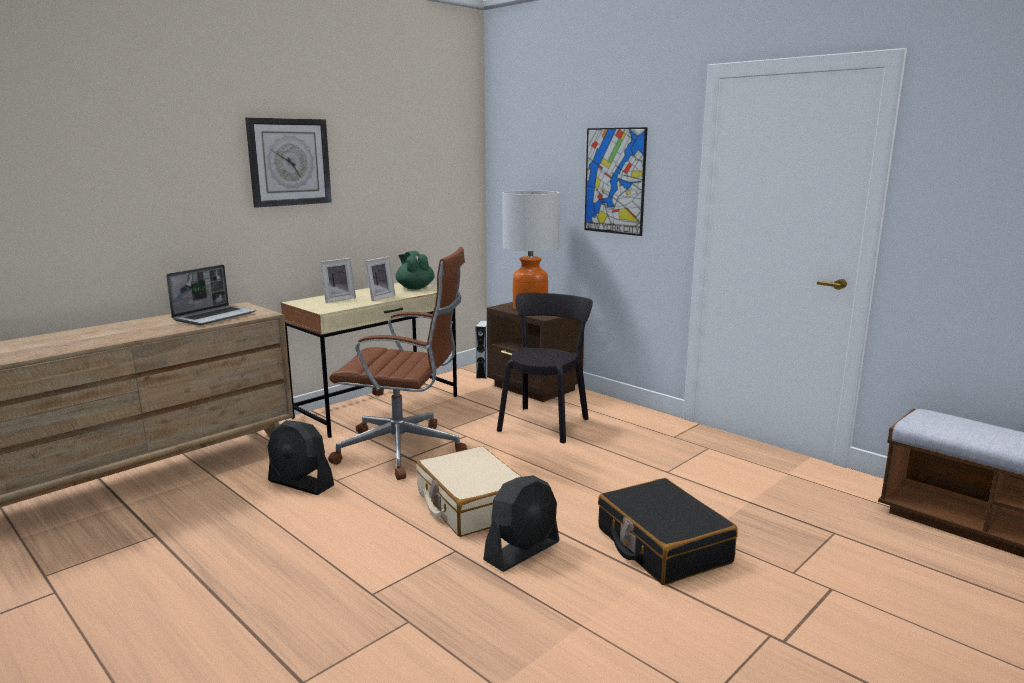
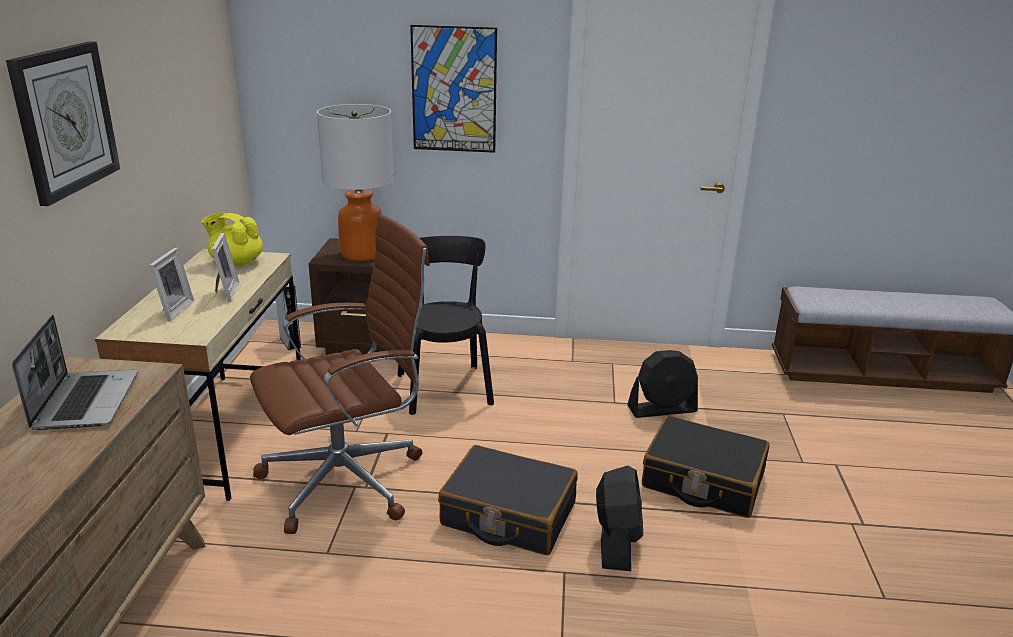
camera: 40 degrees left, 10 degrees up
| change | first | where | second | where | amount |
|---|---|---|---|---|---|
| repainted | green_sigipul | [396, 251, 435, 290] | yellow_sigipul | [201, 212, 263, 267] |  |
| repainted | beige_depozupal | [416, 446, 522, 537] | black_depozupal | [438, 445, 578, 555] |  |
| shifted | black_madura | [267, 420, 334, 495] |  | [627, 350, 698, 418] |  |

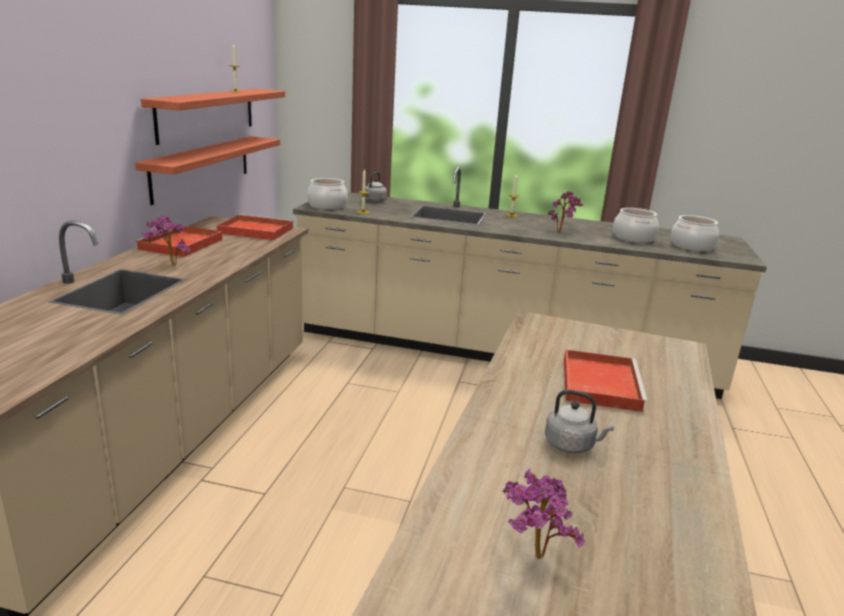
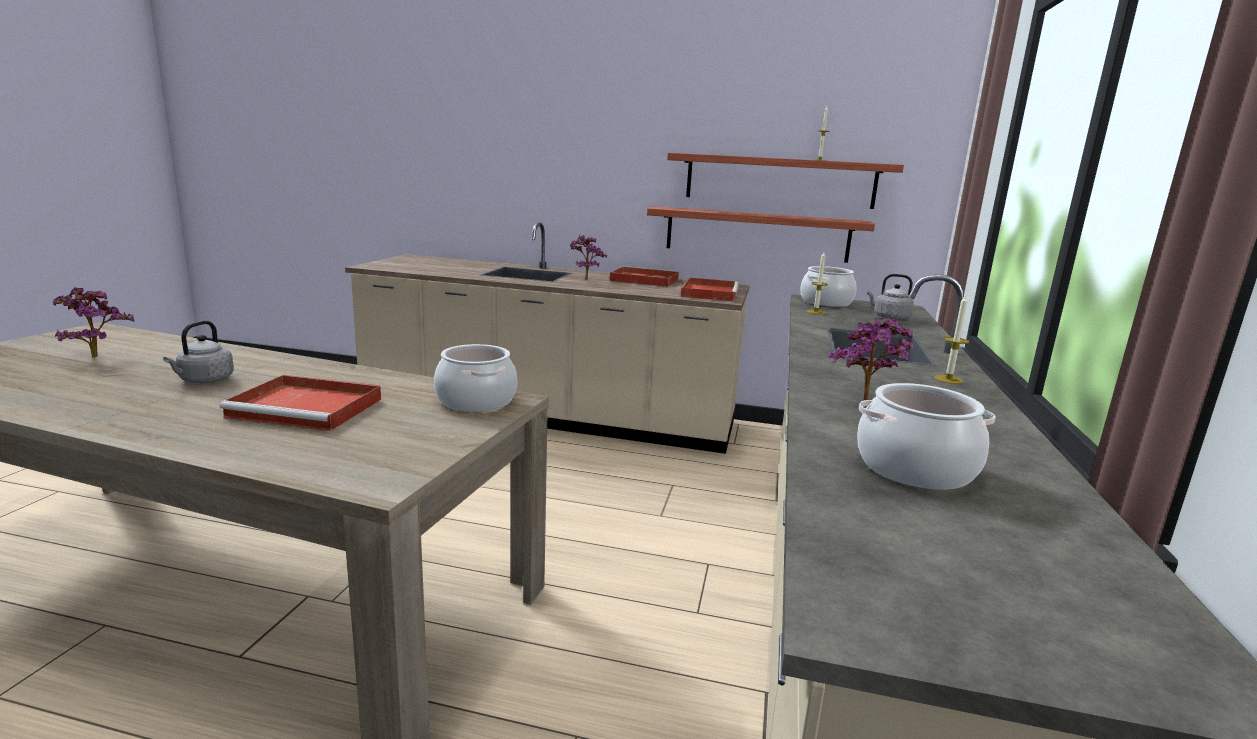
camera: 90 degrees right, 5 degrees down
| change | first | where | second | where | amount |
|---|---|---|---|---|---|
| shifted | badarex | [671, 215, 719, 251] |  | [434, 344, 517, 412] |  |

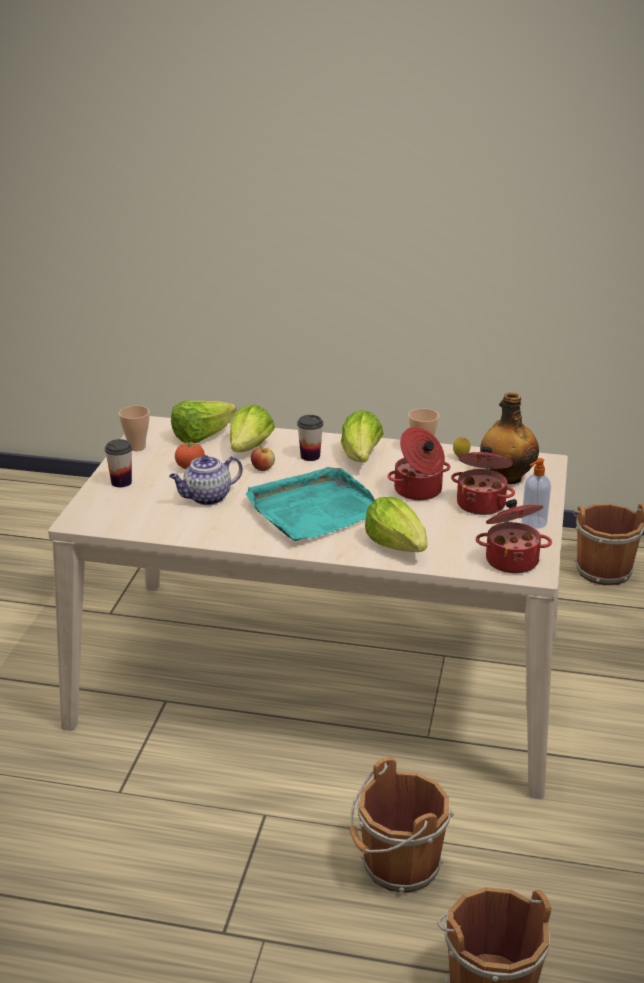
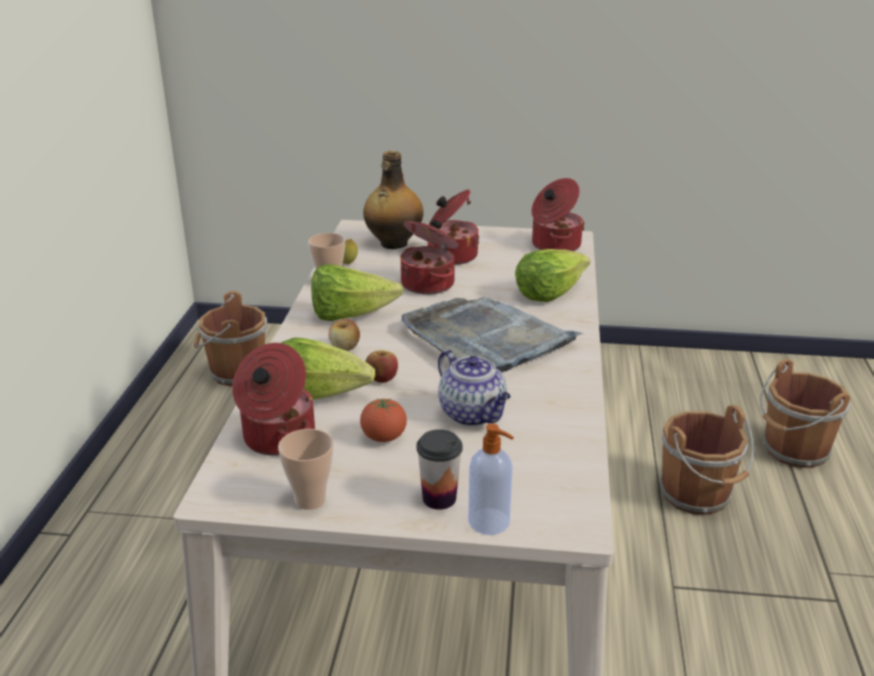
camera: 95 degrees left, 0 degrees up
| change | first | where | second | where | amount |
|---|---|---|---|---|---|
| swapped | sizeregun | [171, 401, 236, 443] | badarex | [232, 343, 315, 456] |  |
| swapped | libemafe | [297, 415, 323, 461] | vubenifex | [329, 319, 360, 351] |  |
| repainted | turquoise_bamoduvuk | [246, 467, 375, 541] | grey_bamoduvuk | [402, 296, 584, 372] |  |
| shifted | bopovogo | [521, 458, 551, 529] |  | [468, 423, 514, 535] |  |

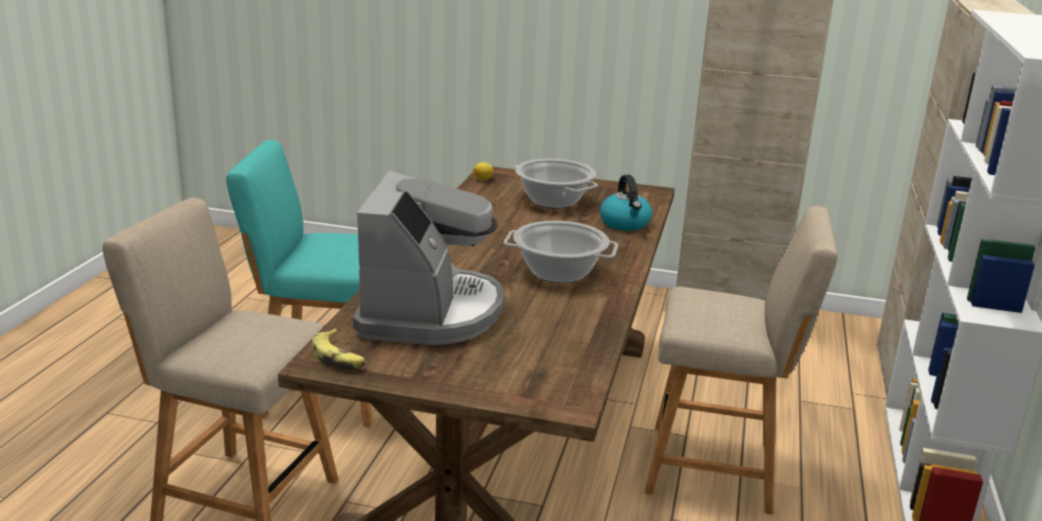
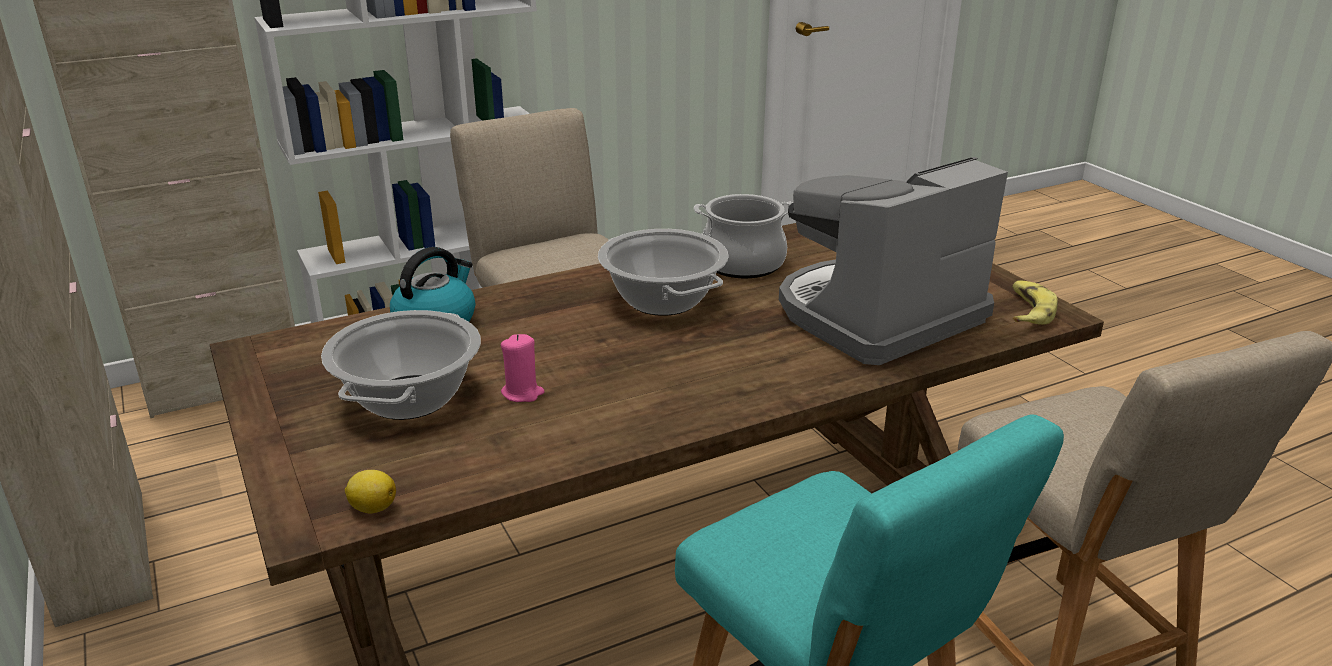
camera: 130 degrees left, 5 degrees up
| change | first | where | second | where | amount |
|---|---|---|---|---|---|
| new |  |  | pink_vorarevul | [501, 334, 545, 402] |  |
| new |  |  | badarex | [694, 194, 794, 278] |  |

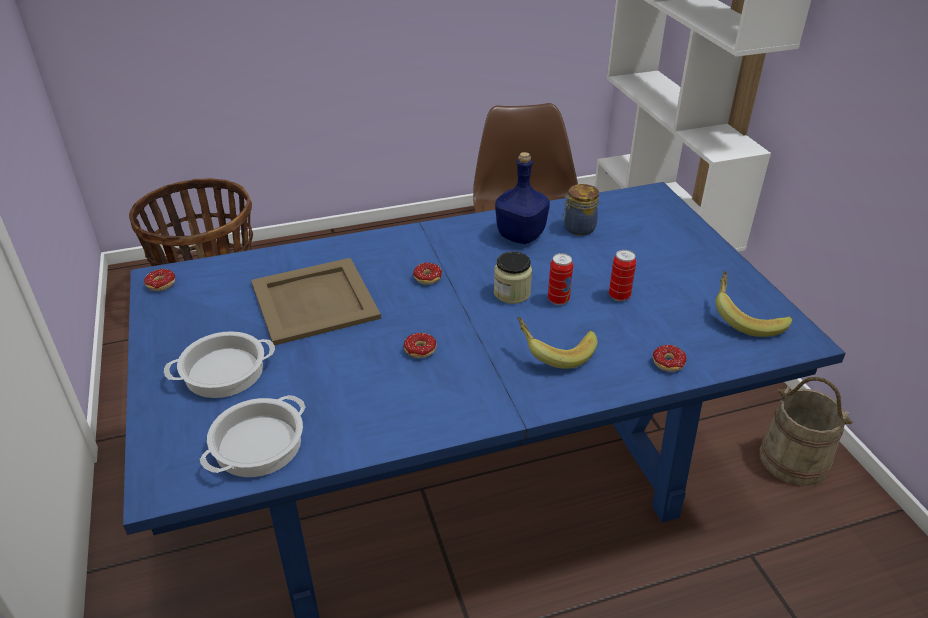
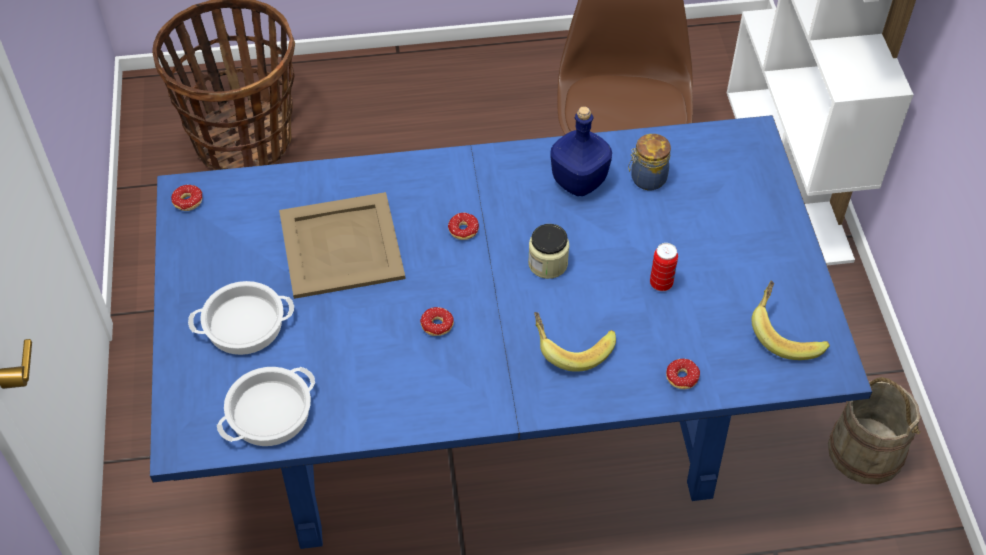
camera: 10 degrees right, 15 degrees up
| change | first | where | second | where | amount |
|---|---|---|---|---|---|
| gone | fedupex | [548, 253, 573, 305] |  |  |  |

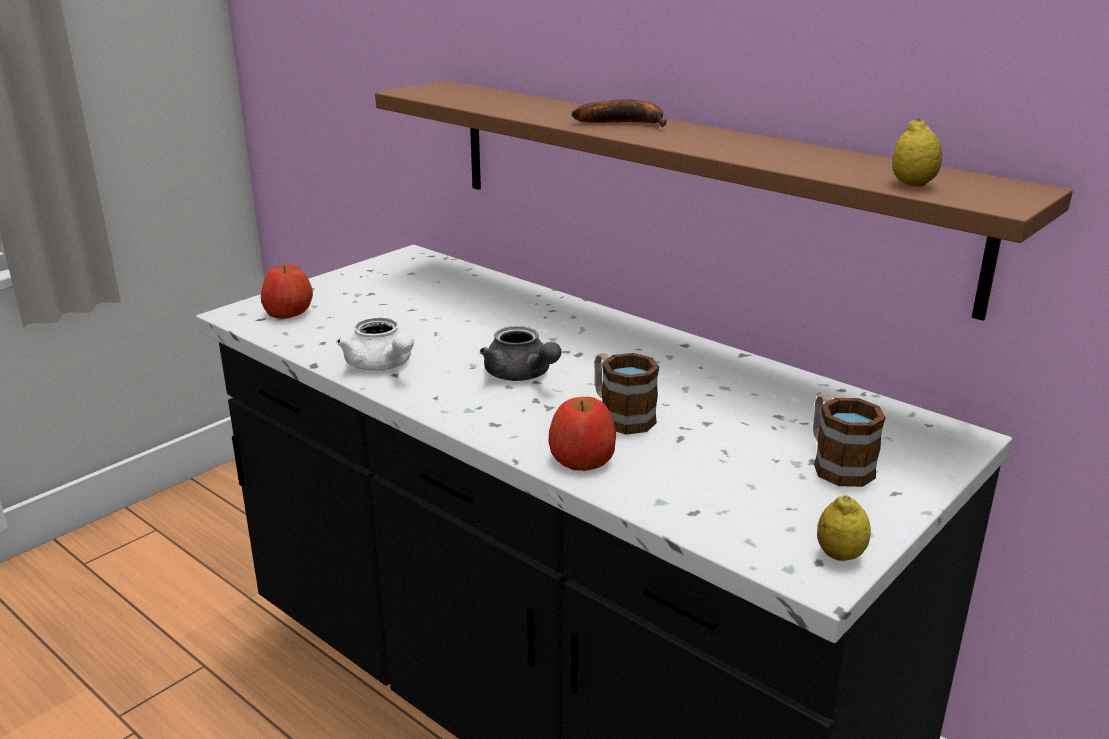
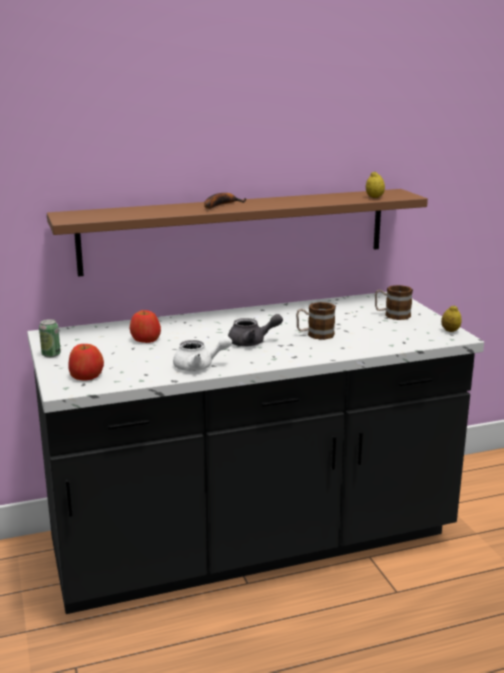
camera: 60 degrees left, 5 degrees down
| change | first | where | second | where | amount |
|---|---|---|---|---|---|
| new |  |  | fedupex | [39, 319, 61, 358] |  |
| shifted | vubenifex | [548, 397, 616, 471] |  | [130, 310, 161, 343] |  |

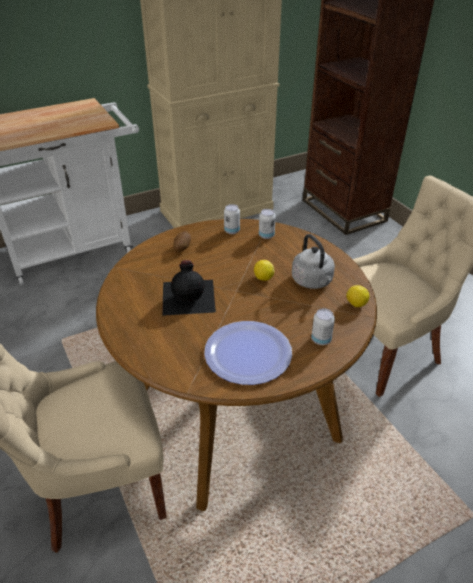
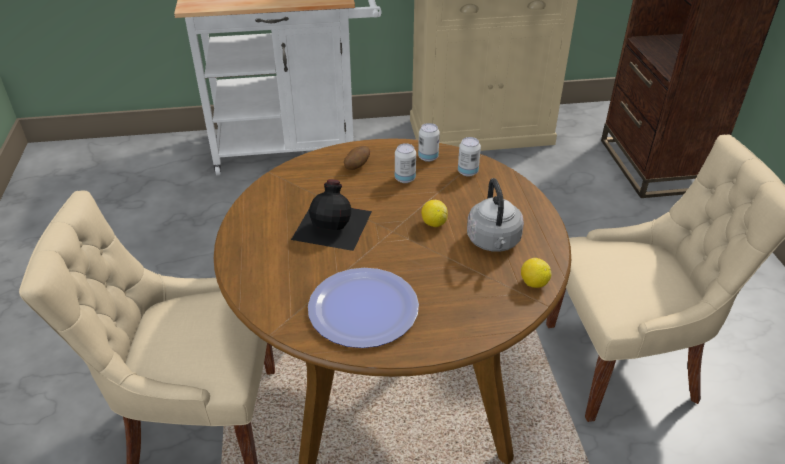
camera: 20 degrees right, 0 degrees up
| change | first | where | second | where | amount |
|---|---|---|---|---|---|
| shifted | fedupex | [311, 308, 335, 345] |  | [395, 143, 416, 183] |  |

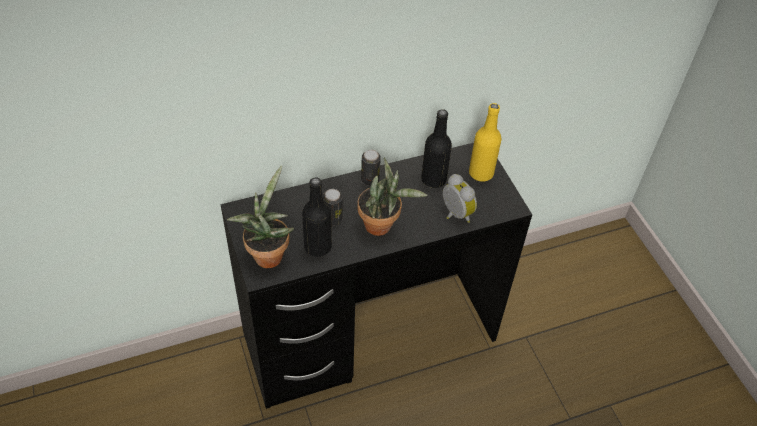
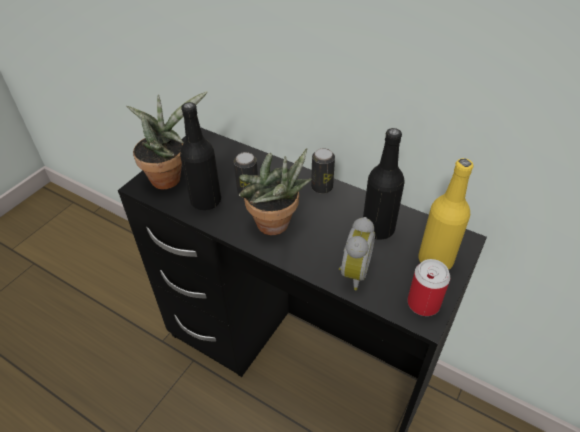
camera: 55 degrees right, 5 degrees down
| change | first | where | second | where | amount |
|---|---|---|---|---|---|
| new |  |  | fedupex | [407, 259, 450, 316] |  |

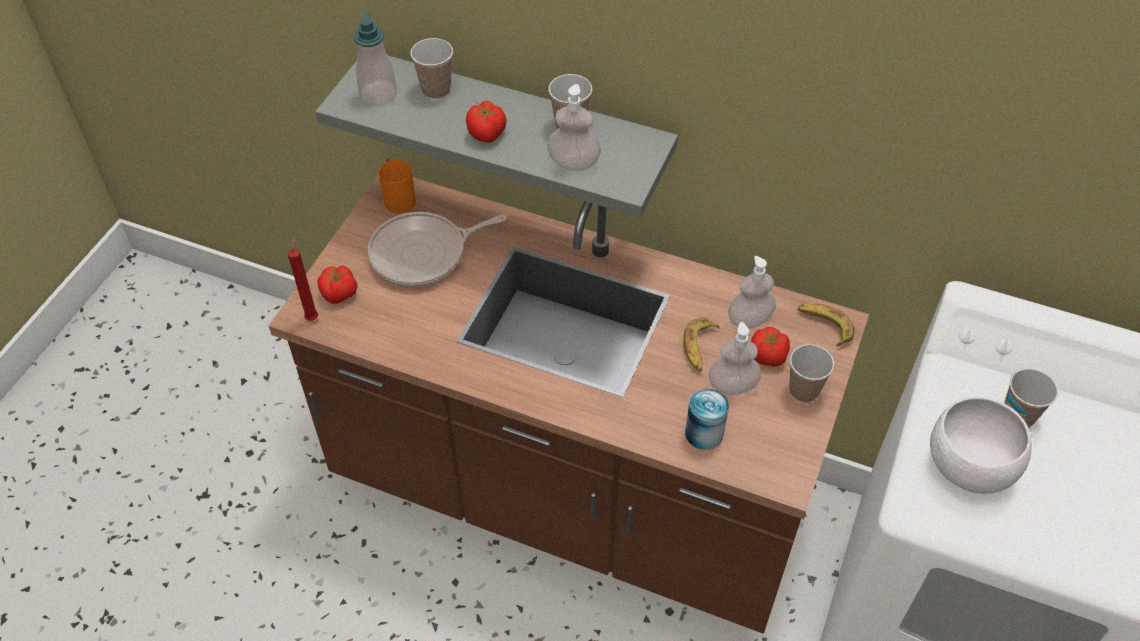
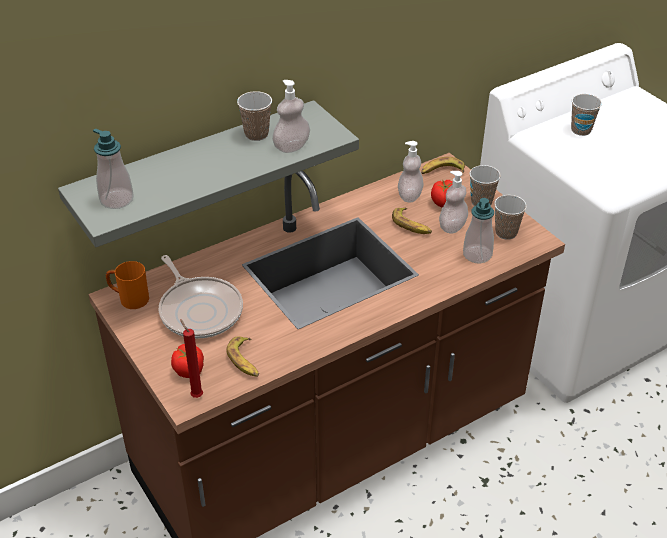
camera: 55 degrees left, 10 degrees down
| change | first | where | second | where | amount |
|---|---|---|---|---|---|
| rotated | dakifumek | [368, 212, 506, 286] |  | [159, 255, 243, 339] | 45 degrees counterclockwise |
| new |  |  | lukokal | [226, 336, 259, 377] |  |
| swapped | fedupex | [685, 389, 729, 450] | bopovogo | [463, 198, 494, 263] |  |
| shifted | libemafe | [411, 38, 453, 99] |  | [494, 195, 527, 240] |  |
| gone | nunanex | [466, 101, 506, 143] |  |  |  |
| gone | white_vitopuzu | [930, 397, 1032, 494] |  |  |  |

